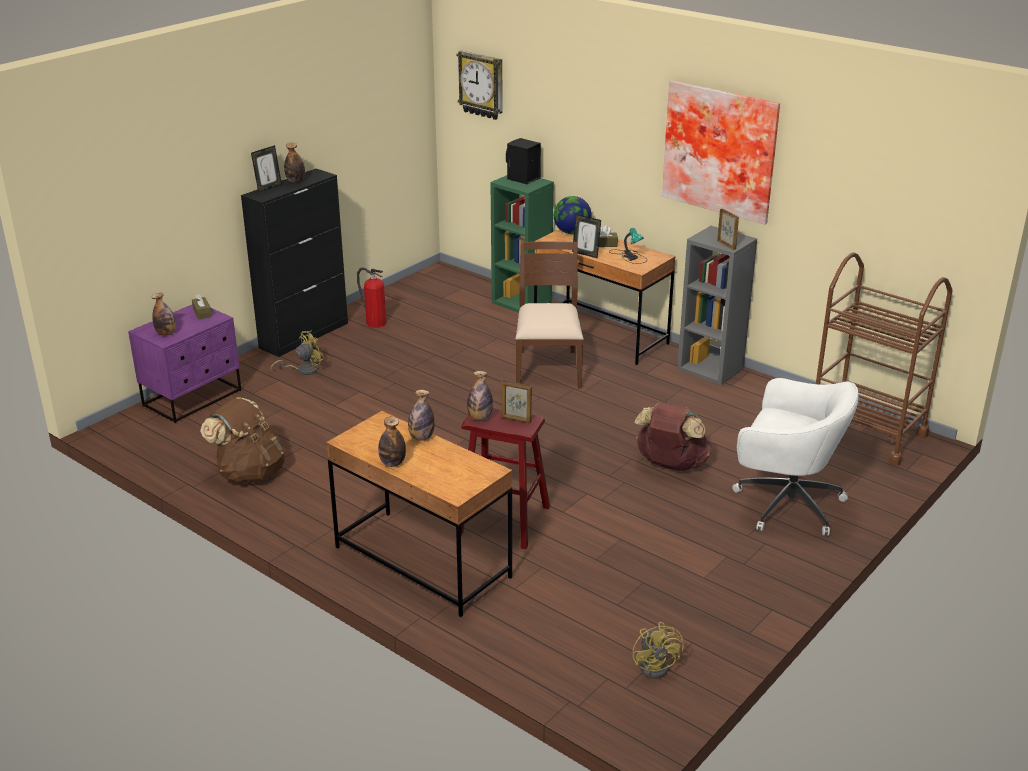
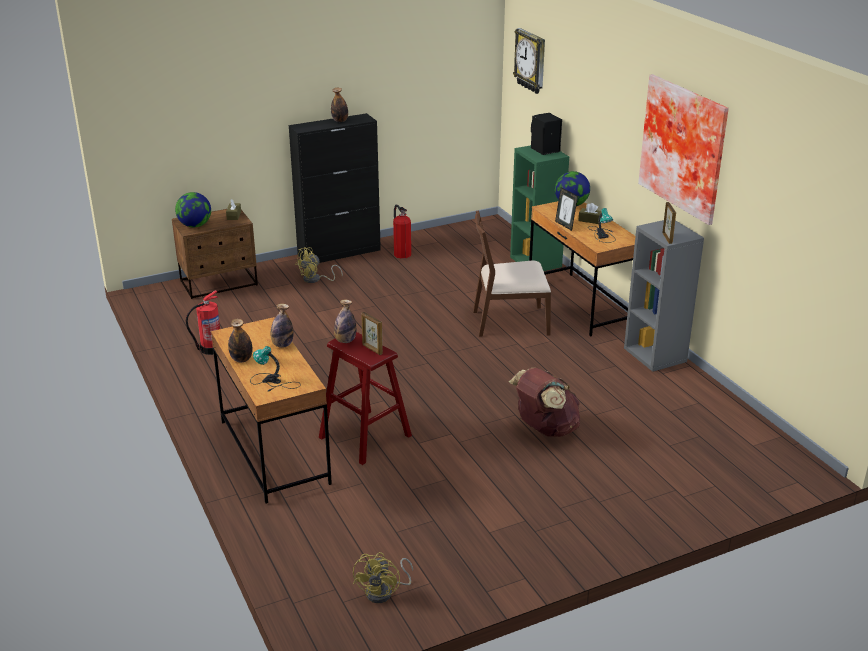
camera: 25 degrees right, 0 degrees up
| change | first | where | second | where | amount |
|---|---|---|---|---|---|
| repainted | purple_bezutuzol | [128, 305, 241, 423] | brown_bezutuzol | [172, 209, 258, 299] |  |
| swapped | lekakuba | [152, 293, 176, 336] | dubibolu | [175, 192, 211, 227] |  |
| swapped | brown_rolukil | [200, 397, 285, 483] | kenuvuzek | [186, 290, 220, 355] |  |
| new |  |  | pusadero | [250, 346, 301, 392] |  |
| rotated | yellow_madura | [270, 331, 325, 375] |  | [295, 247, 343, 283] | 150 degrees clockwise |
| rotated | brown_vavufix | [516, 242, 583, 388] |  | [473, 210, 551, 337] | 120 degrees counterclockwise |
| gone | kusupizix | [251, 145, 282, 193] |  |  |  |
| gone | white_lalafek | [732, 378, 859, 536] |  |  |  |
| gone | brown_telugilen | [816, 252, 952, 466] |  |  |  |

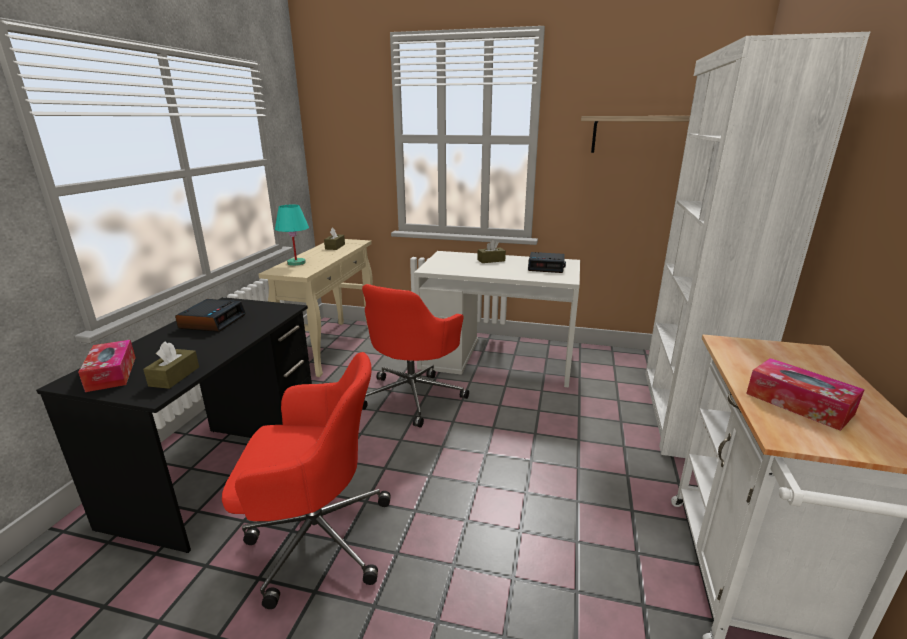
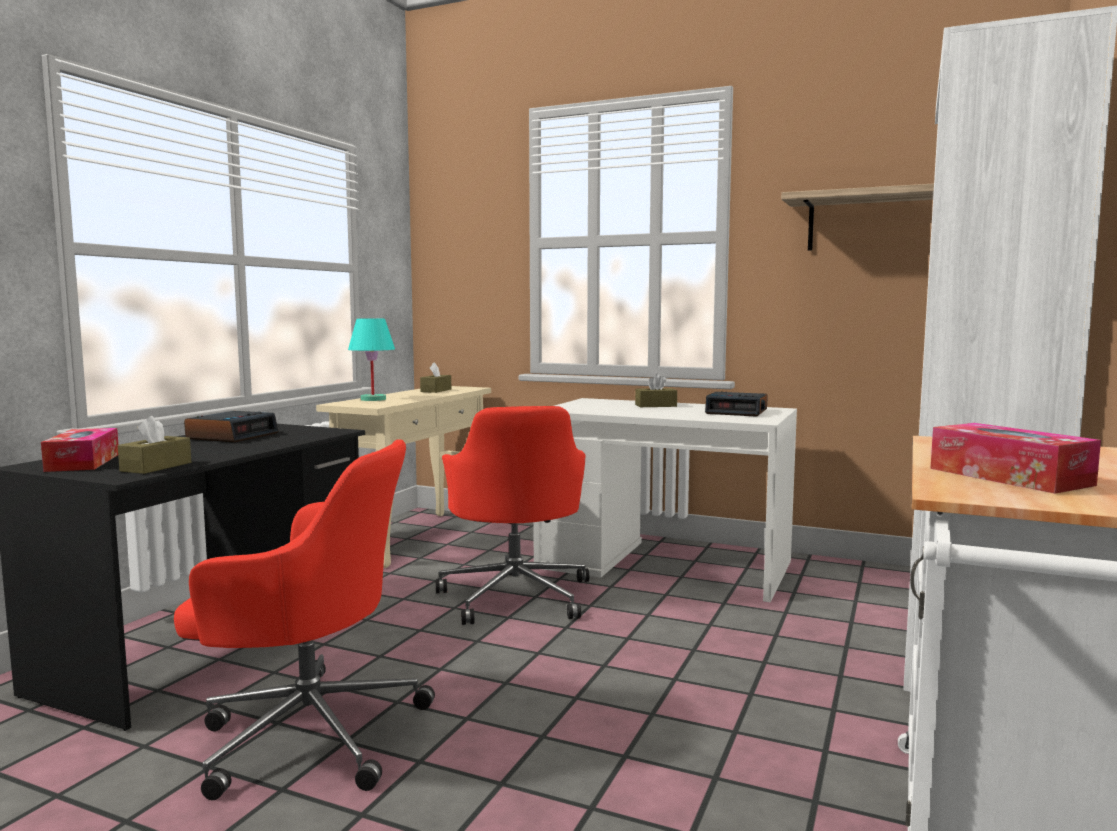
camera: 10 degrees right, 15 degrees down
| change | first | where | second | where | amount |
|---|---|---|---|---|---|
| rotated | red_lalafek | [362, 284, 469, 428] |  | [436, 406, 589, 625] | 45 degrees counterclockwise |

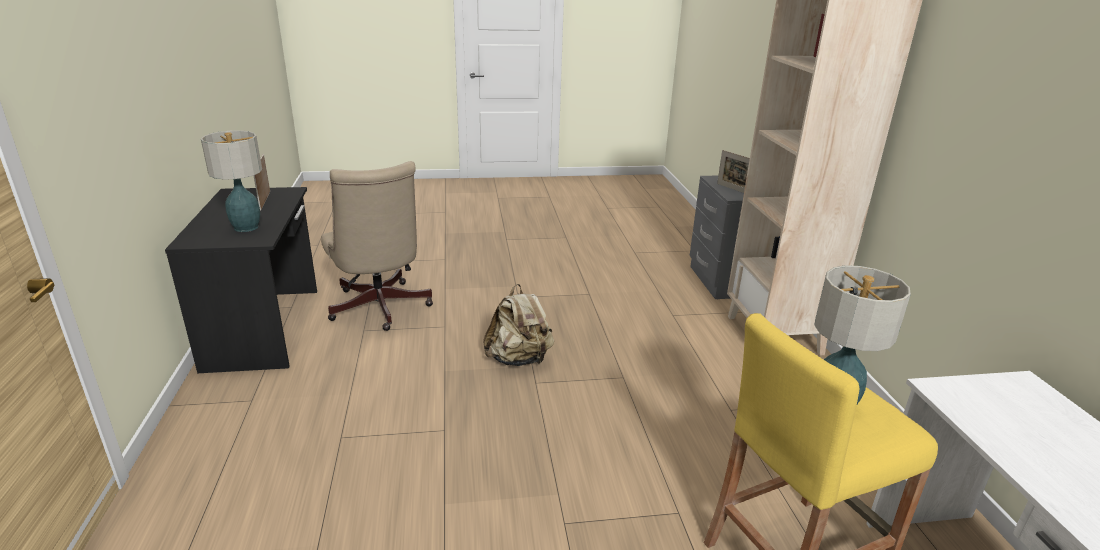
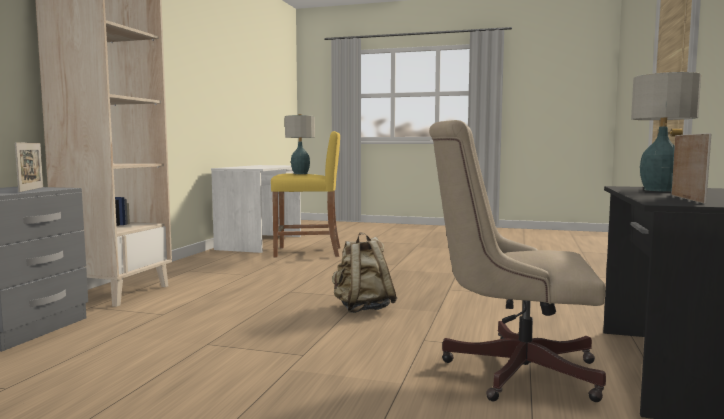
camera: 155 degrees left, 20 degrees down
| change | first | where | second | where | amount |
|---|---|---|---|---|---|
| rotated | beige_lalafek | [321, 161, 433, 331] |  | [429, 120, 606, 402] | 75 degrees counterclockwise |

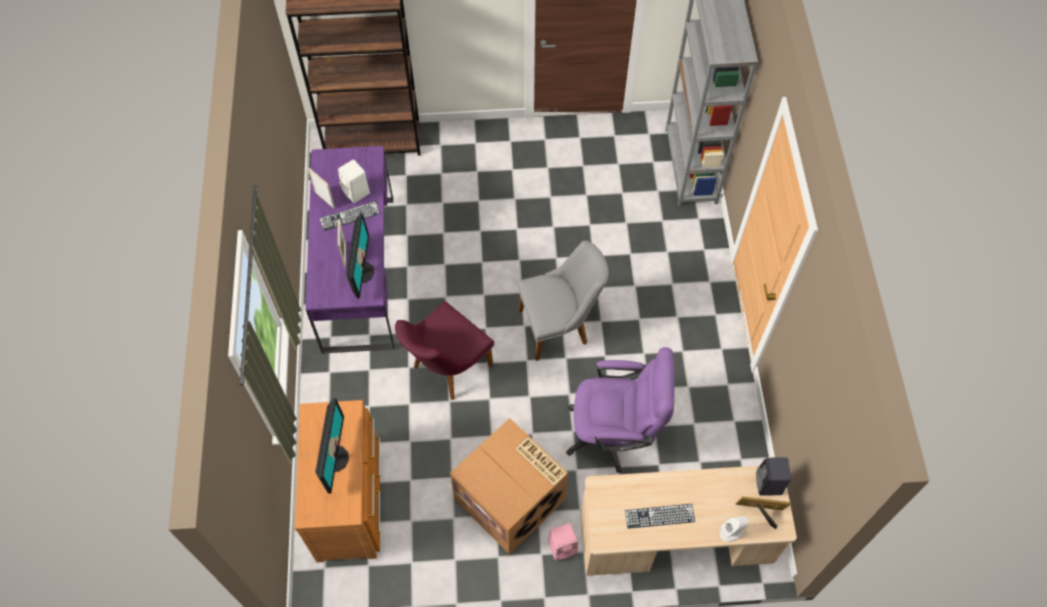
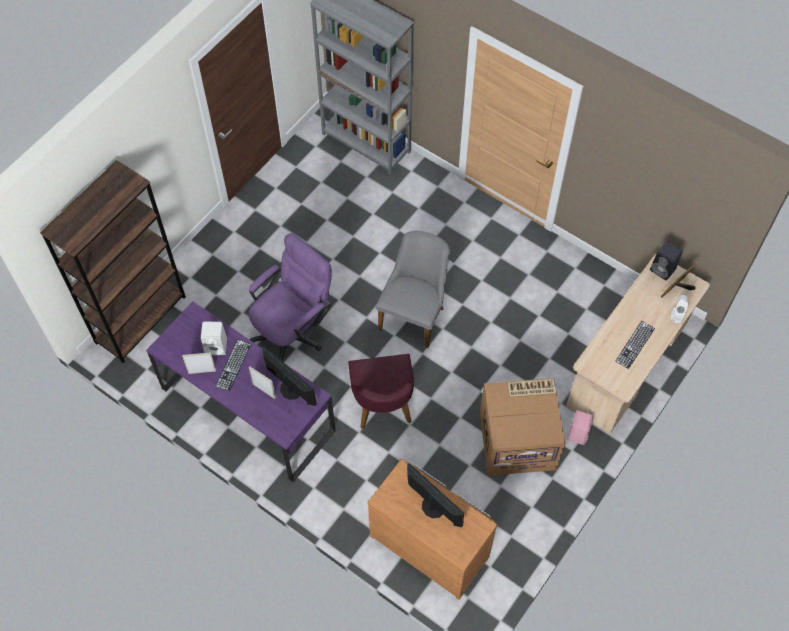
camera: 50 degrees left, 0 degrees up
| change | first | where | second | where | amount |
|---|---|---|---|---|---|
| shifted | purple_lalafek | [566, 347, 675, 473] |  | [249, 233, 332, 362] |  |

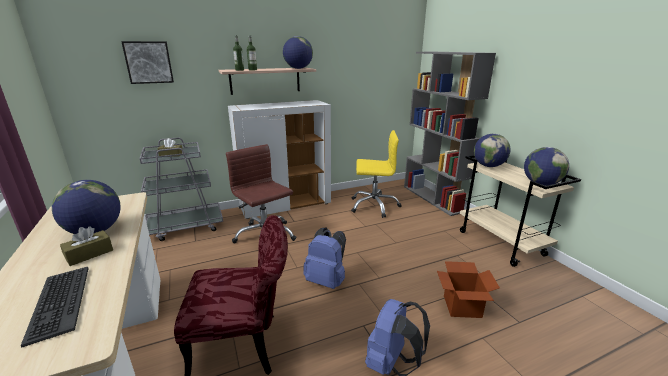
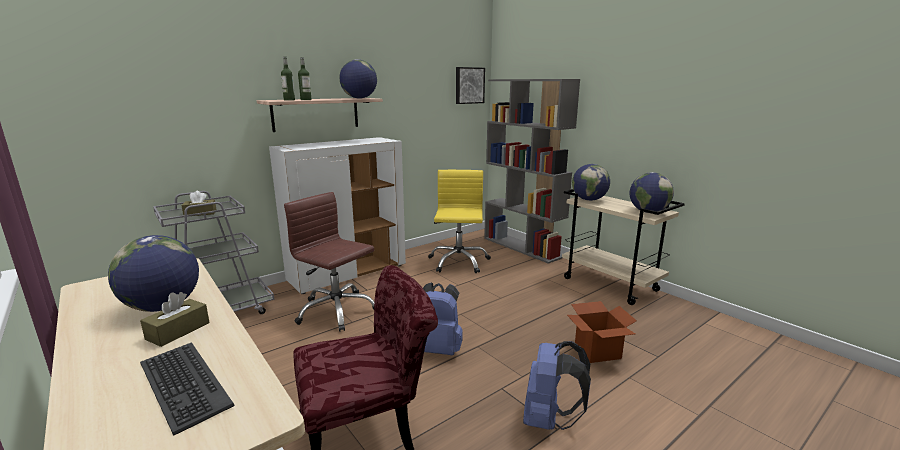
camera: 15 degrees left, 5 degrees down
| change | first | where | second | where | amount |
|---|---|---|---|---|---|
| rotated | yellow_lalafek | [351, 130, 402, 218] |  | [428, 170, 491, 273] | 75 degrees counterclockwise |
| shifted | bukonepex | [121, 41, 174, 84] |  | [456, 67, 485, 104] |  |

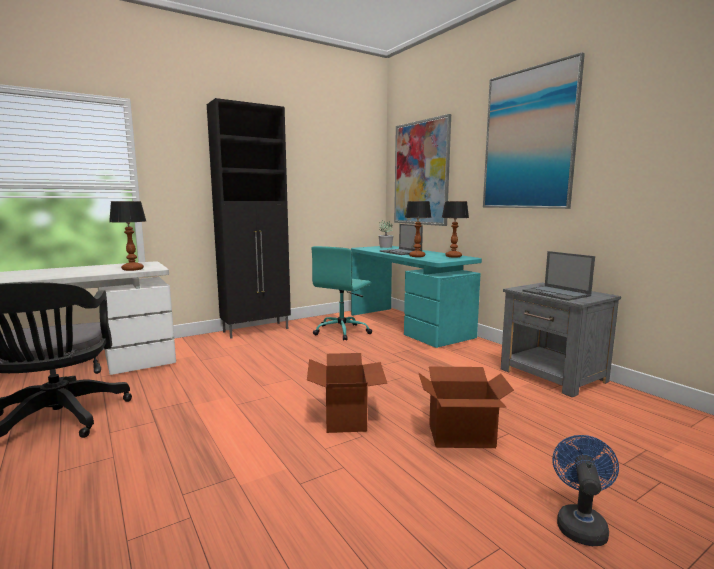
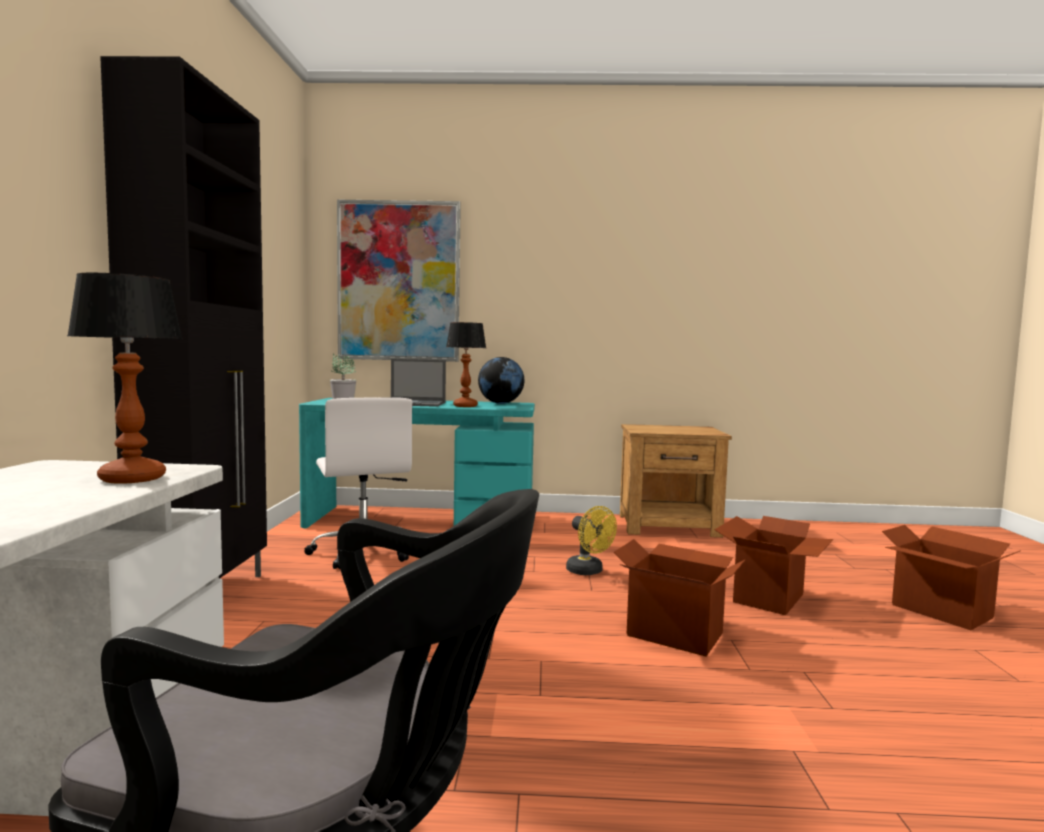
camera: 55 degrees left, 5 degrees down
| change | first | where | second | where | amount |
|---|---|---|---|---|---|
| repainted | turquoise_lalafek | [311, 246, 372, 341] | white_lalafek | [304, 397, 412, 569] |  |
| swapped | pusadero | [442, 201, 469, 257] | dubibolu | [478, 357, 524, 404] |  |
| new |  |  | yellow_madura | [566, 506, 617, 575] |  |
| repainted | grey_bezutuzol | [501, 283, 621, 397] | brown_bezutuzol | [620, 424, 732, 538] |  |
| swapped | blue_madura | [552, 435, 619, 546] | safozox | [882, 525, 1021, 630] |  |
| gone | bukonepex | [483, 52, 585, 209] |  |  |  |
| gone | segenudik | [523, 251, 595, 301] |  |  |  |

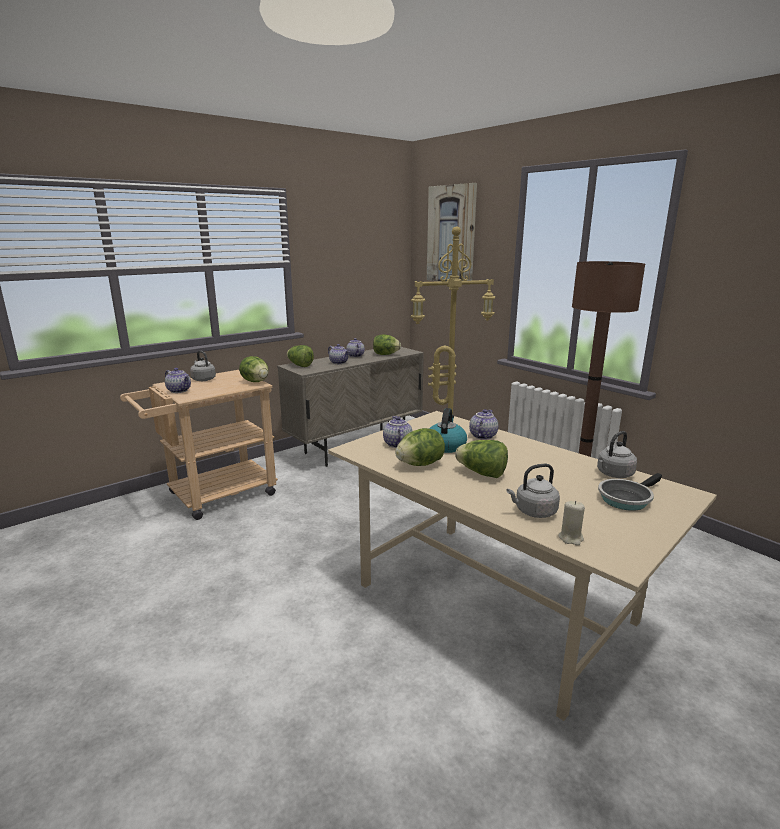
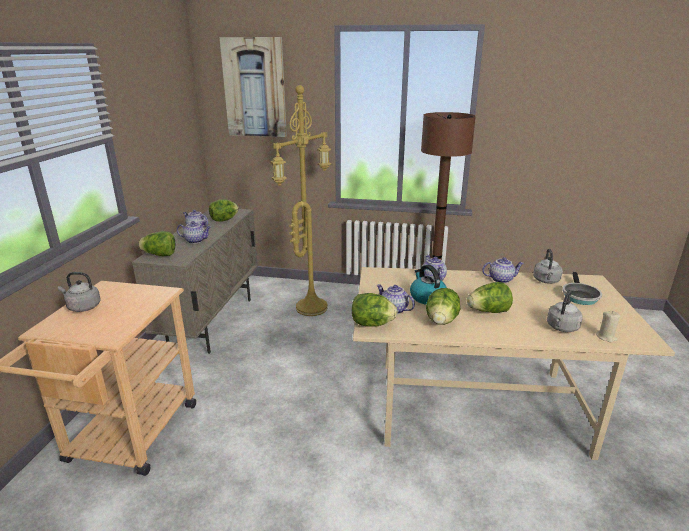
camera: 40 degrees left, 5 degrees up
| change | first | where | second | where | amount |
|---|---|---|---|---|---|
| shifted | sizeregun | [239, 356, 269, 382] |  | [352, 293, 398, 327] |  |
| shifted | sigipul | [165, 368, 191, 393] |  | [482, 257, 524, 283] |  |

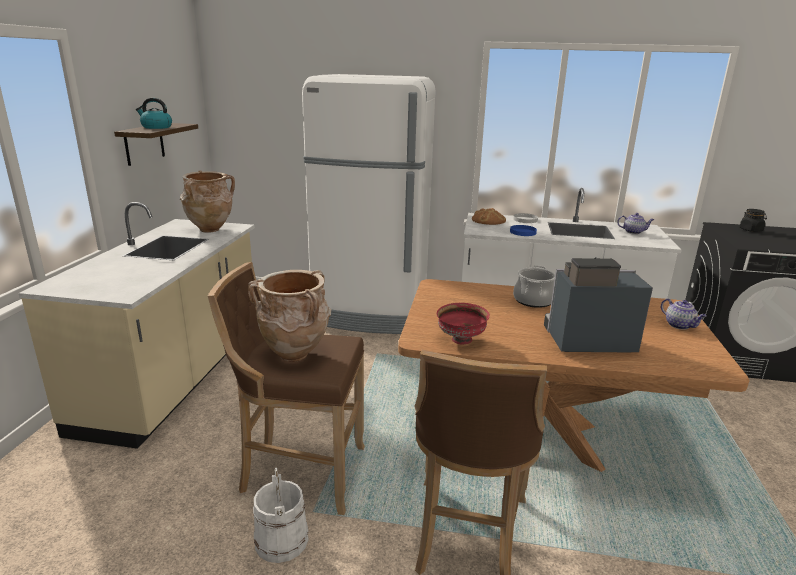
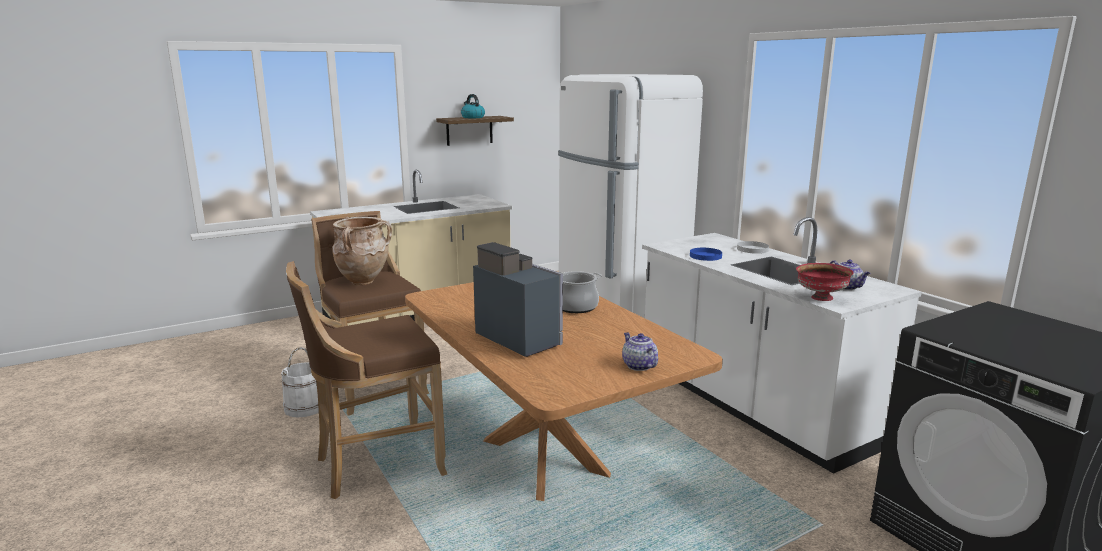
camera: 50 degrees right, 5 degrees down
| change | first | where | second | where | amount |
|---|---|---|---|---|---|
| rotated | sigipul | [661, 299, 707, 330] |  | [622, 332, 658, 371] | 135 degrees clockwise |
| shifted | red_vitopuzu | [437, 303, 490, 344] |  | [796, 263, 853, 301] |  |
| gone | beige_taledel | [180, 170, 235, 233] |  |  |  |
| gone | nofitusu | [472, 208, 506, 225] |  |  |  |
| gone | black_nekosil | [739, 209, 767, 232] |  |  |  |

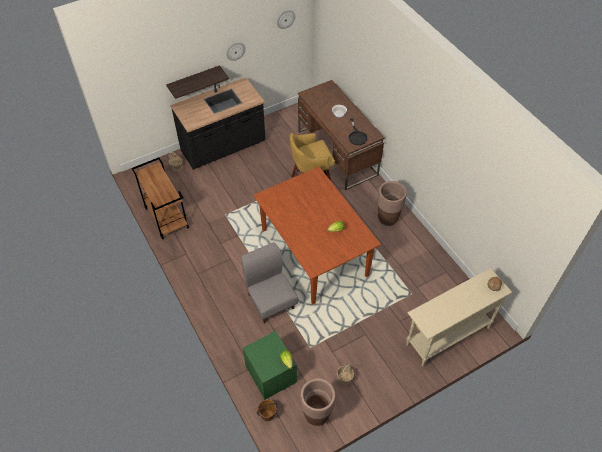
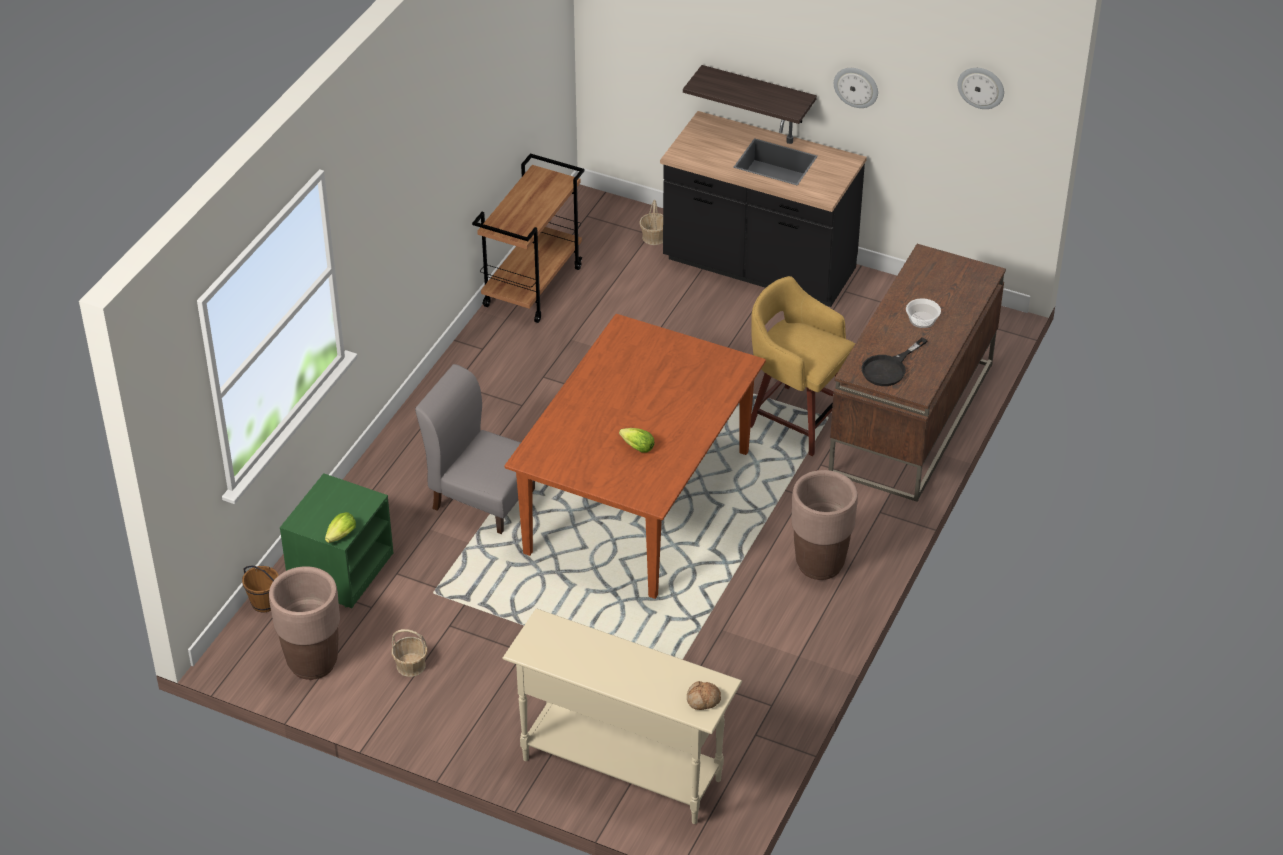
camera: 55 degrees right, 10 degrees down
| change | first | where | second | where | amount |
|---|---|---|---|---|---|
| rotated | grey_vavufix | [241, 242, 298, 323] |  | [415, 364, 535, 534] | 90 degrees counterclockwise |

